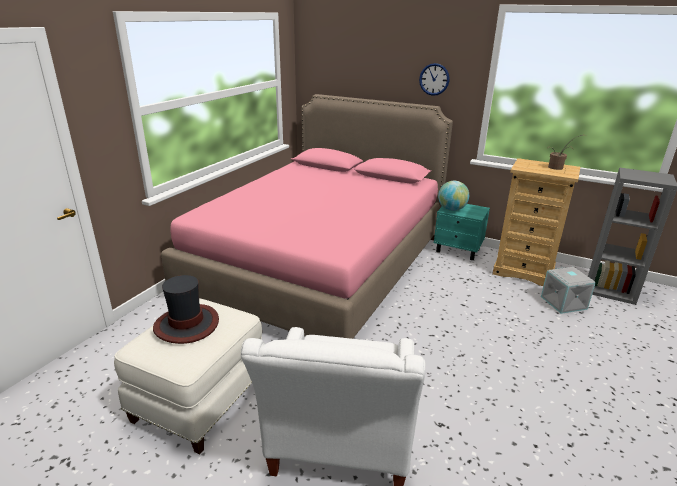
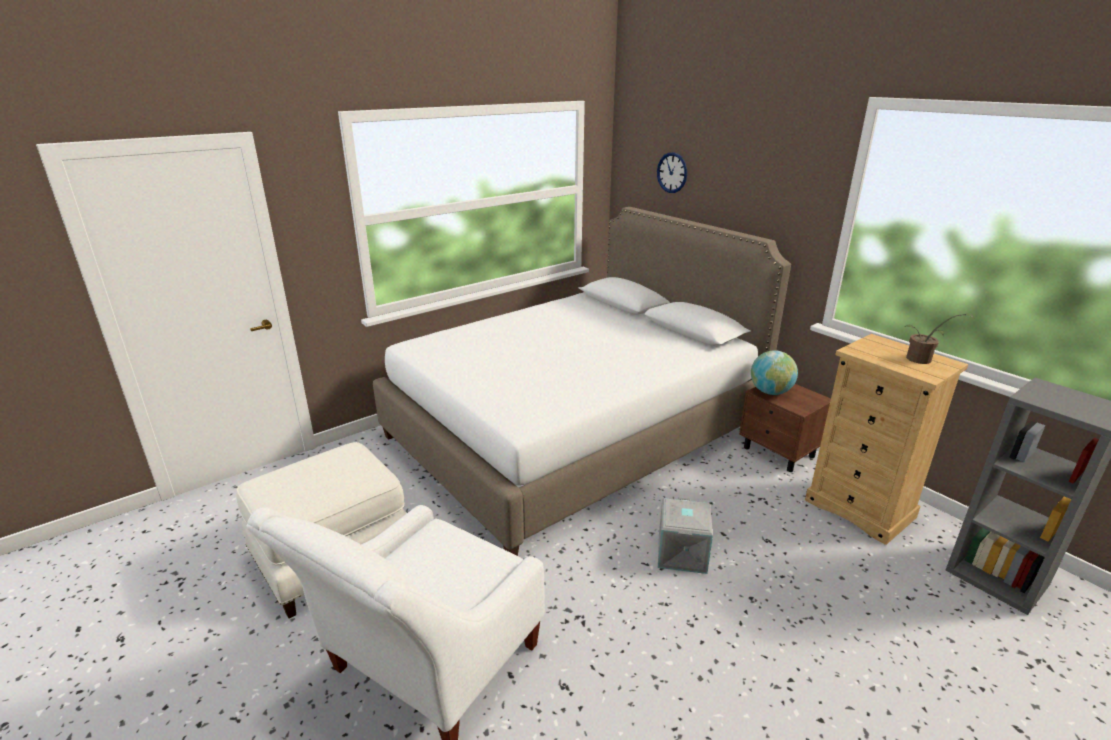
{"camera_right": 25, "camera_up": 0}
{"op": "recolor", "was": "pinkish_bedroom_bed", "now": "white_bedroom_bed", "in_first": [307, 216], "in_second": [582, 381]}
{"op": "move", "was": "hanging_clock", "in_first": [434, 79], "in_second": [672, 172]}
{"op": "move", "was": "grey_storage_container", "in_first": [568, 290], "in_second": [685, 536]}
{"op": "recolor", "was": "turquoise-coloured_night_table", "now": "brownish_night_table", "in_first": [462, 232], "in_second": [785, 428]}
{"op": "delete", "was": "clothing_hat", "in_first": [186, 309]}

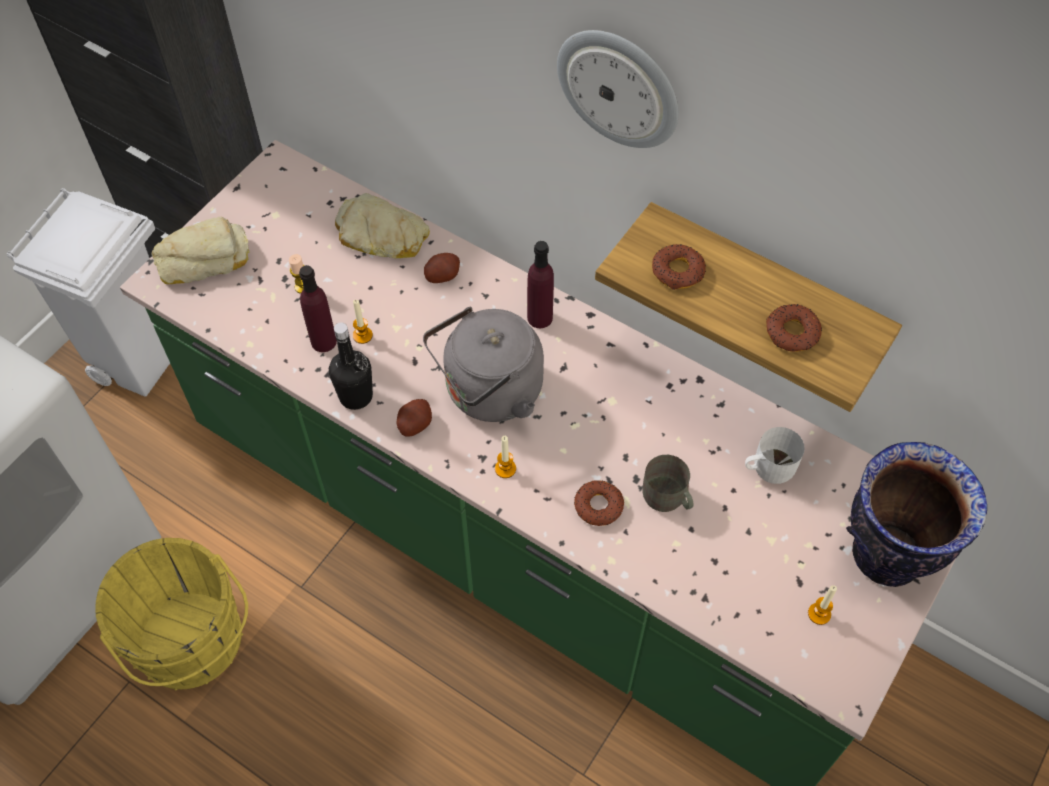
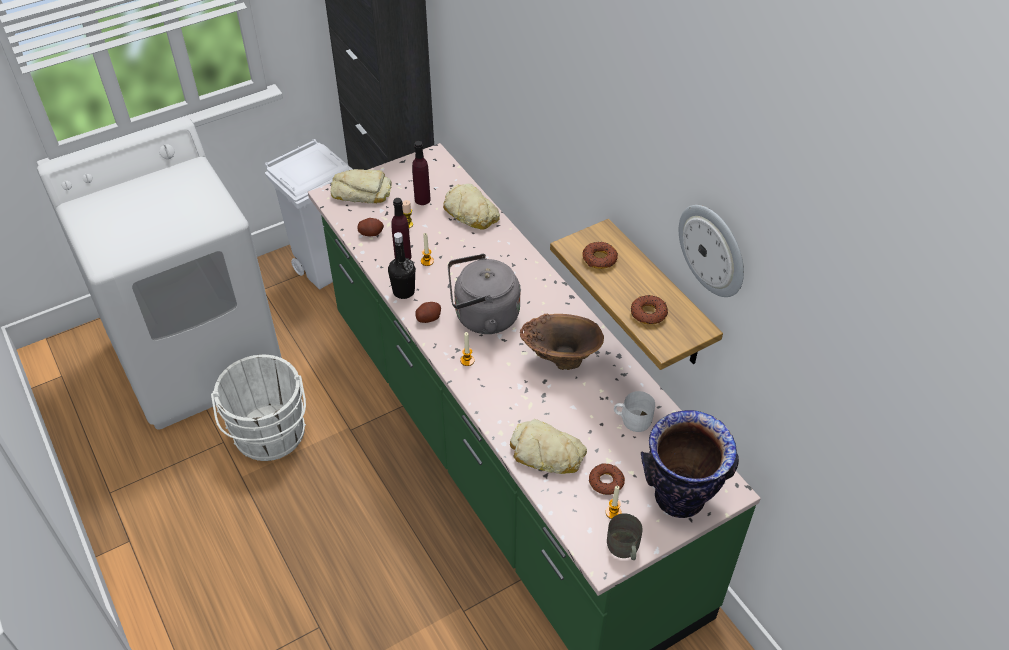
{"camera_right": 25, "camera_up": -10}
{"op": "recolor", "was": "yellow-coloured_pail", "now": "white_pail", "in_first": [171, 614], "in_second": [258, 407]}
{"op": "move", "was": "potato", "in_first": [442, 268], "in_second": [370, 227]}
{"op": "move", "was": "purplish_beverage_bottle", "in_first": [540, 284], "in_second": [421, 173]}
{"op": "insert", "now": "bakery_bread", "in_second": [548, 446]}
{"op": "insert", "now": "brownish_vase", "in_second": [562, 342]}
{"op": "move", "was": "donut", "in_first": [599, 503], "in_second": [607, 479]}
{"op": "move", "was": "grey_coffee_mug", "in_first": [668, 483], "in_second": [625, 536]}
{"op": "move", "was": "hanging_clock", "in_first": [618, 89], "in_second": [711, 251]}

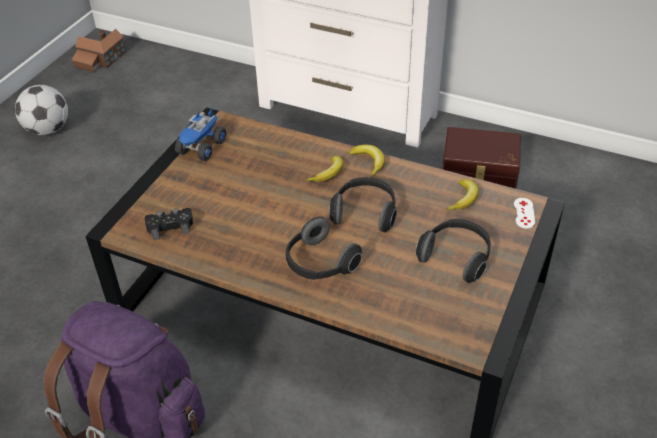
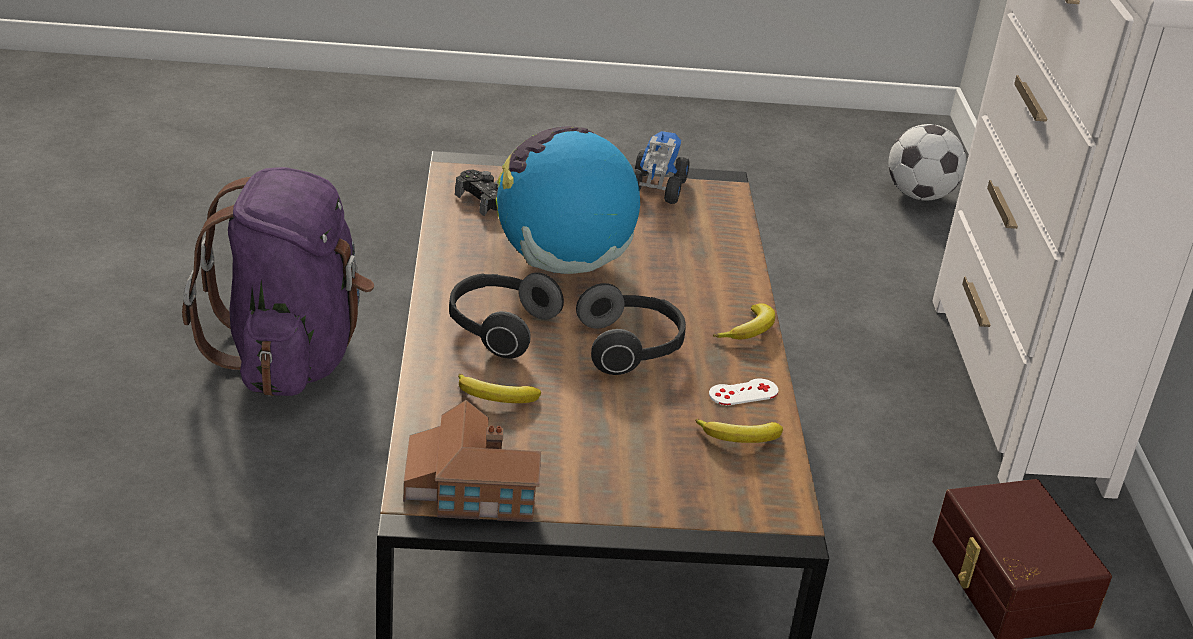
{"camera_right": 60, "camera_up": -10}
{"op": "move", "was": "toy_house", "in_first": [99, 51], "in_second": [472, 461]}
{"op": "move", "was": "banana_fruit", "in_first": [324, 169], "in_second": [499, 388]}
{"op": "insert", "now": "world_globe", "in_second": [567, 200]}
{"op": "rotate", "was": "model_truck", "in_first": [200, 134], "in_second": [661, 167], "clockwise": 105}
{"op": "move", "was": "white_gamepad", "in_first": [524, 213], "in_second": [743, 392]}
{"op": "move", "was": "football_ball", "in_first": [41, 110], "in_second": [927, 162]}
{"op": "delete", "was": "pair_of_headphones", "in_first": [453, 251]}

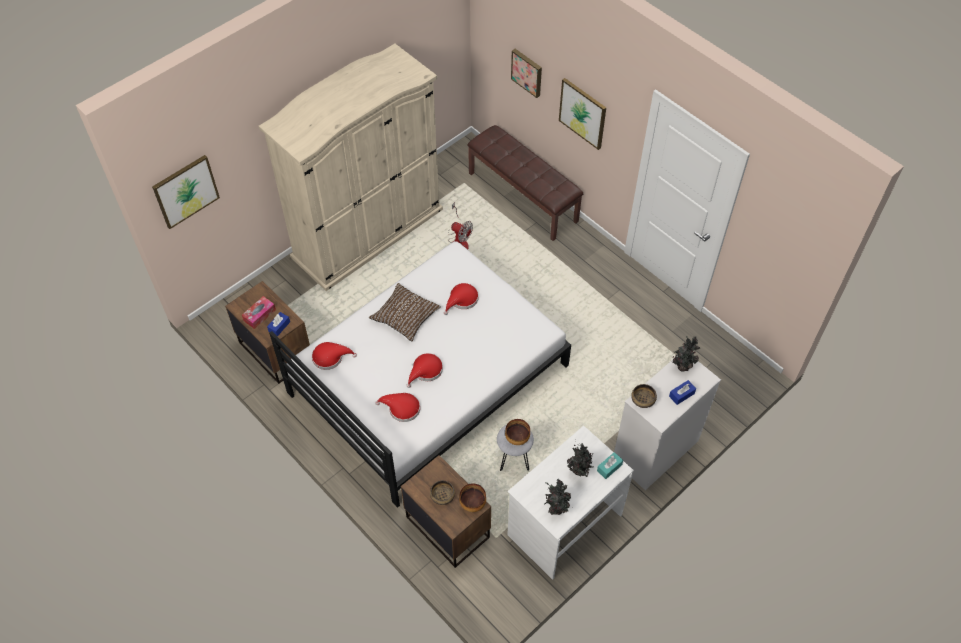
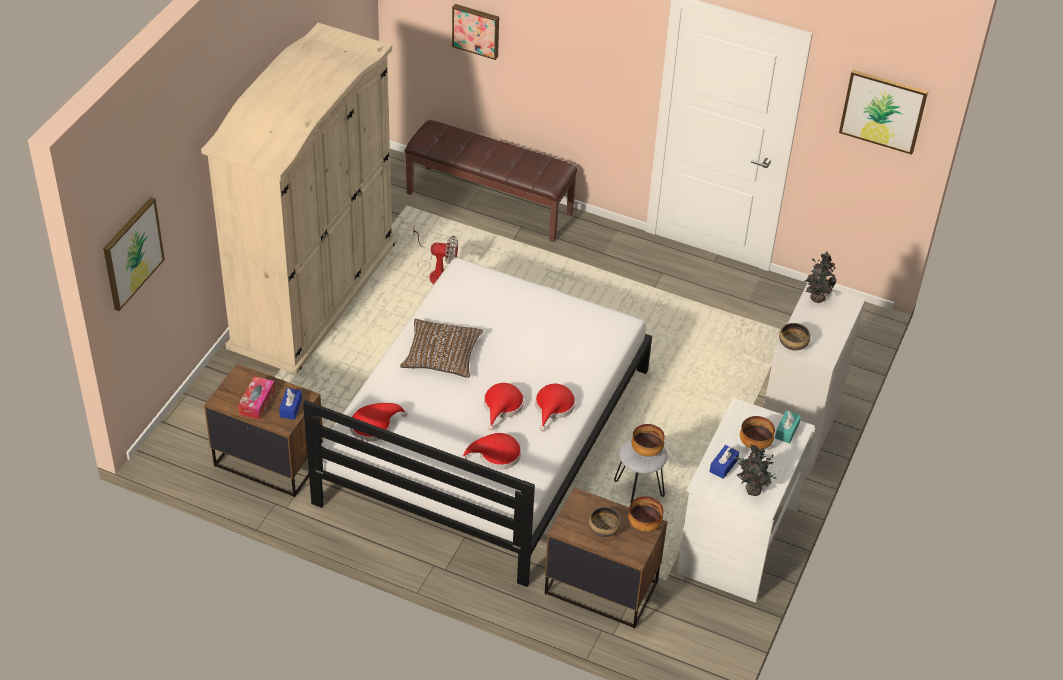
{"camera_right": -25, "camera_up": -10}
{"op": "move", "was": "red-coloured_clothing_hat", "in_first": [461, 299], "in_second": [555, 407]}
{"op": "move", "was": "blue-coloured_tissue_holder", "in_first": [682, 392], "in_second": [724, 462]}
{"op": "replace", "was": "potted_plant", "now": "deep_dish", "in_first": [580, 460], "in_second": [757, 433]}
{"op": "move", "was": "wall_art", "in_first": [582, 114], "in_second": [883, 112]}

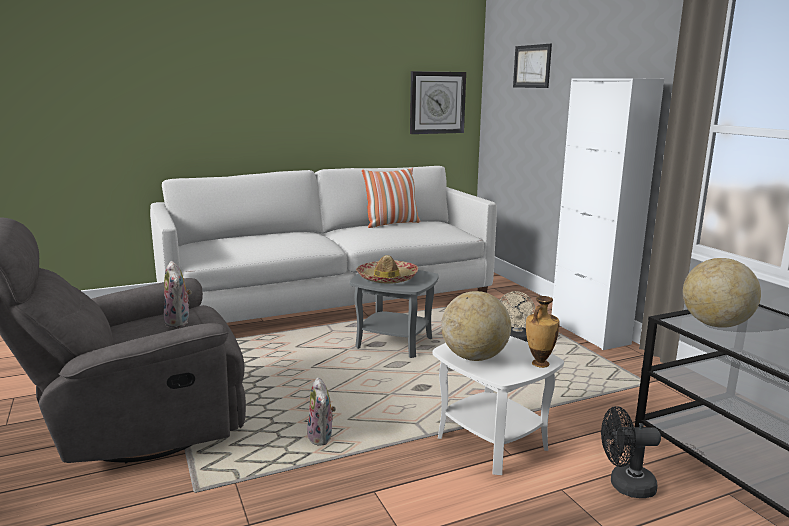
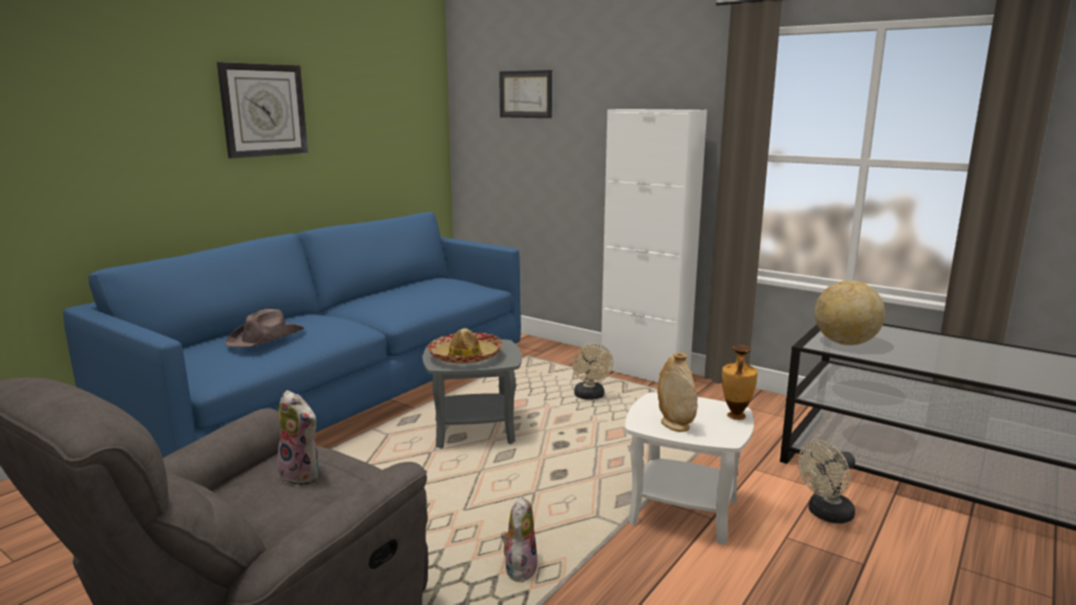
{"camera_right": -30, "camera_up": 0}
{"op": "recolor", "was": "white_sofa", "now": "blue-coloured_sofa", "in_first": [323, 244], "in_second": [292, 335]}
{"op": "move", "was": "hanging_clock", "in_first": [438, 102], "in_second": [262, 110]}
{"op": "insert", "now": "brownish_clothing_hat", "in_second": [265, 328]}
{"op": "rotate", "was": "plush_toy", "in_first": [321, 412], "in_second": [519, 539], "clockwise": -120}
{"op": "replace", "was": "world_globe", "now": "beige_vase", "in_first": [476, 326], "in_second": [677, 392]}
{"op": "recolor", "was": "black-coloured_electric_fan", "now": "beige_electric_fan", "in_first": [631, 452], "in_second": [826, 482]}
{"op": "delete", "was": "pillow", "in_first": [391, 198]}

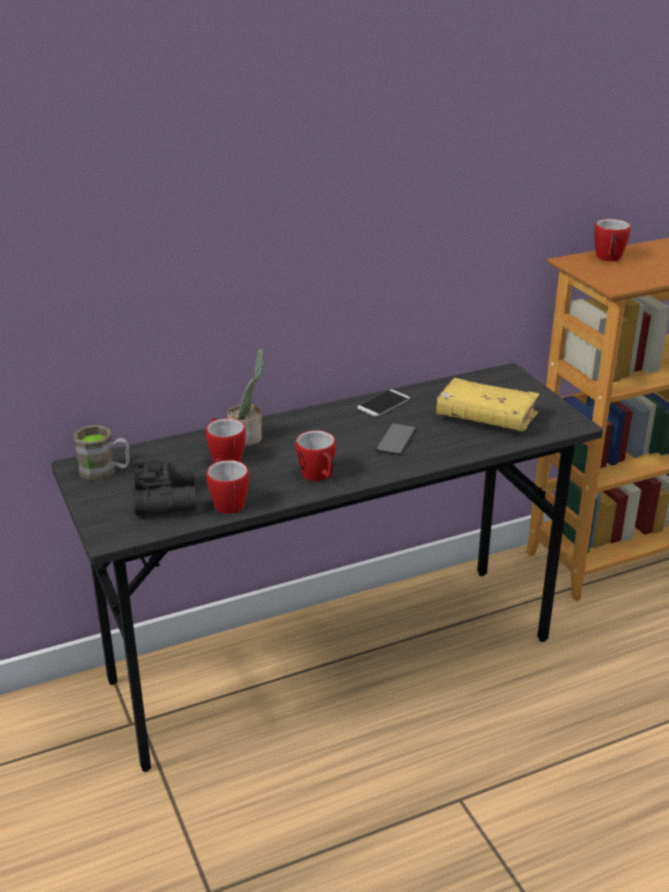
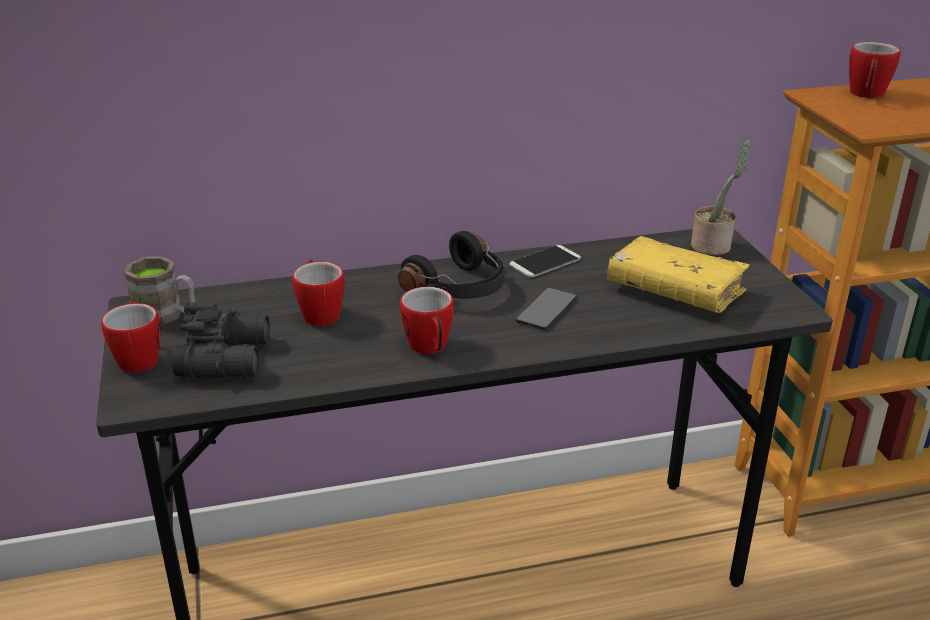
{"camera_right": 10, "camera_up": 0}
{"op": "move", "was": "coffee_mug", "in_first": [227, 486], "in_second": [130, 336]}
{"op": "insert", "now": "black-coloured_pair_of_headphones", "in_second": [451, 265]}
{"op": "move", "was": "potted_plant", "in_first": [245, 397], "in_second": [721, 196]}

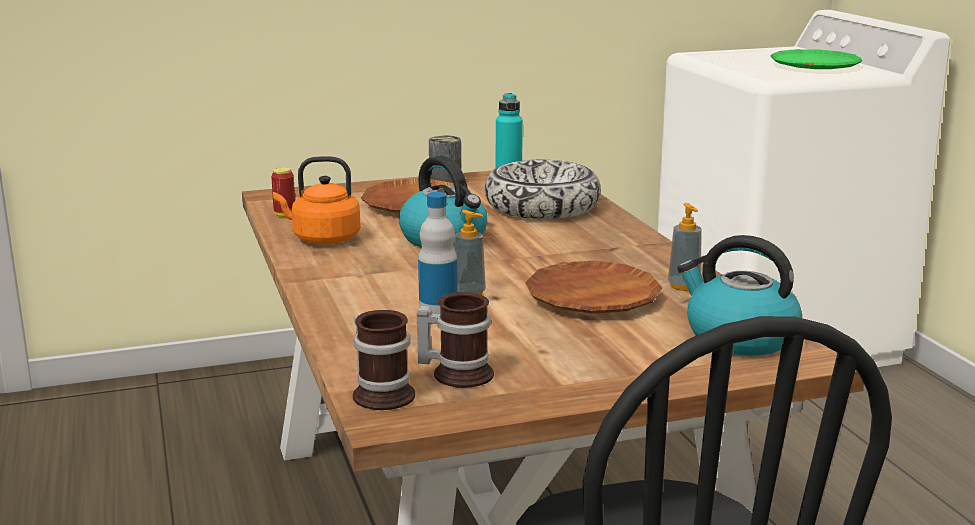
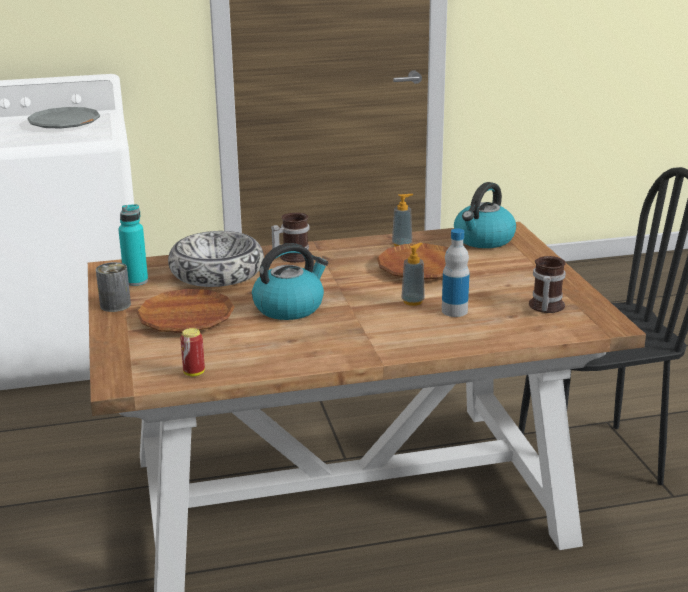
{"camera_right": -85, "camera_up": 5}
{"op": "recolor", "was": "green_flat_dish", "now": "grey_flat_dish", "in_first": [816, 59], "in_second": [63, 118]}
{"op": "move", "was": "coffee_mug", "in_first": [384, 360], "in_second": [291, 238]}
{"op": "delete", "was": "orangey_kettle", "in_first": [317, 200]}

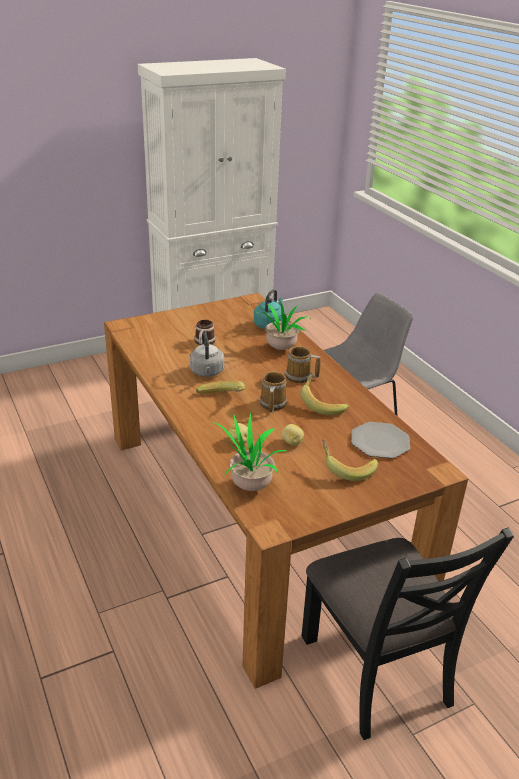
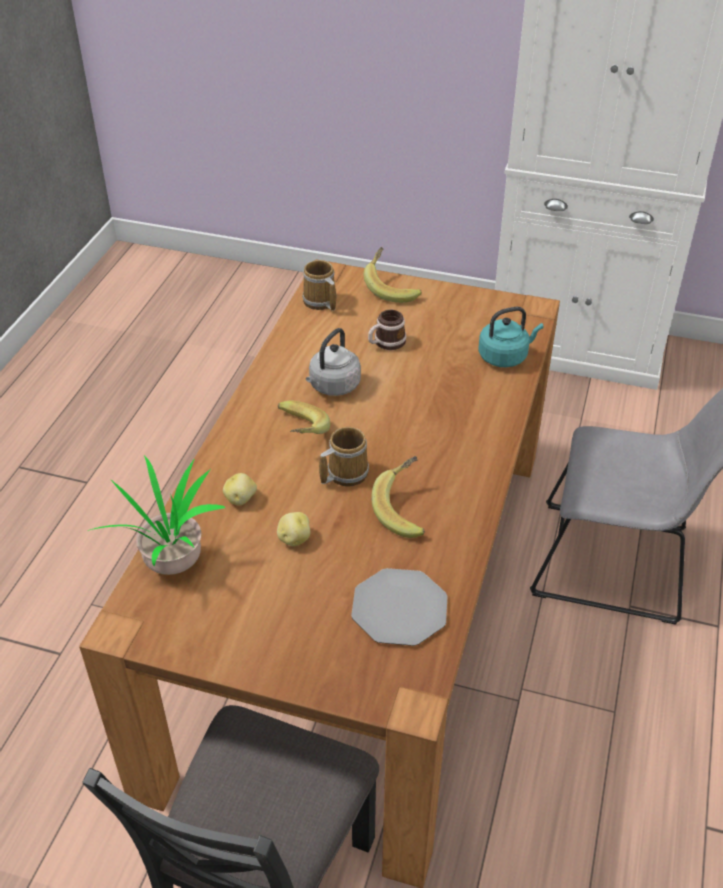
{"camera_right": 45, "camera_up": 10}
{"op": "move", "was": "coffee_mug", "in_first": [303, 364], "in_second": [319, 285]}
{"op": "move", "was": "banana_fruit", "in_first": [350, 460], "in_second": [392, 275]}
{"op": "delete", "was": "potted_plant", "in_first": [280, 325]}

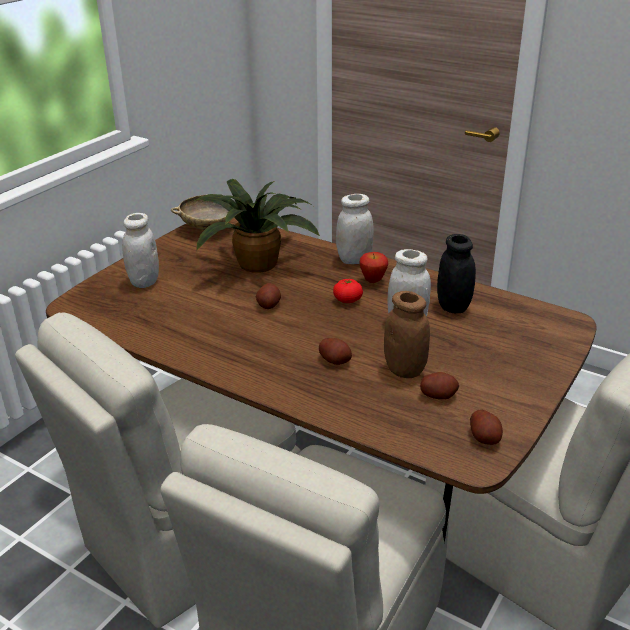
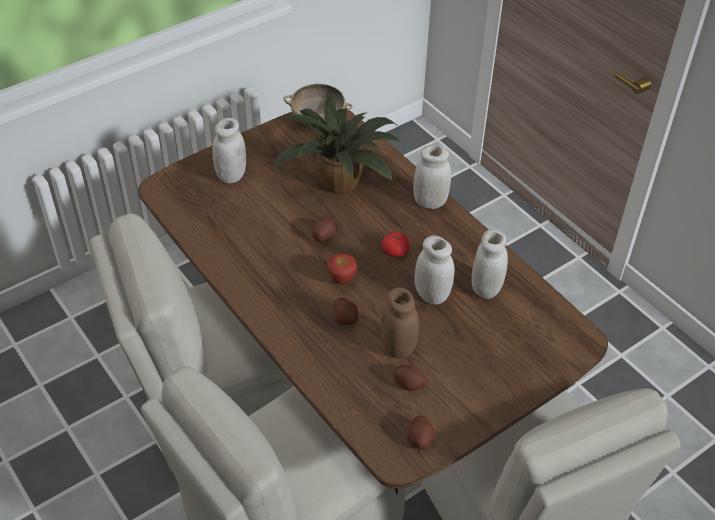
{"camera_right": 20, "camera_up": 15}
{"op": "move", "was": "whole_apple", "in_first": [374, 267], "in_second": [342, 269]}
{"op": "recolor", "was": "black-coloured_jar", "now": "white_jar", "in_first": [456, 273], "in_second": [490, 264]}

